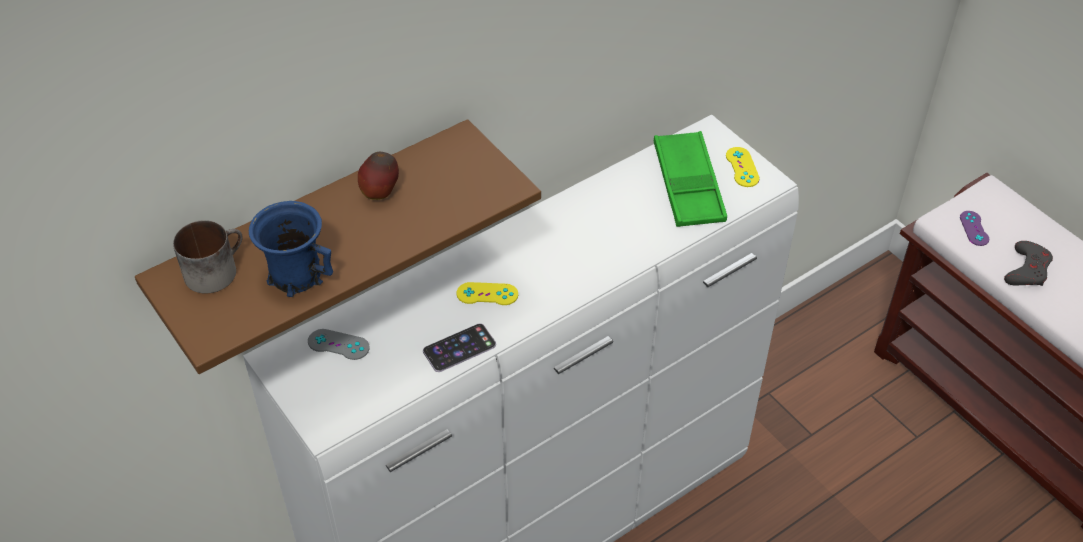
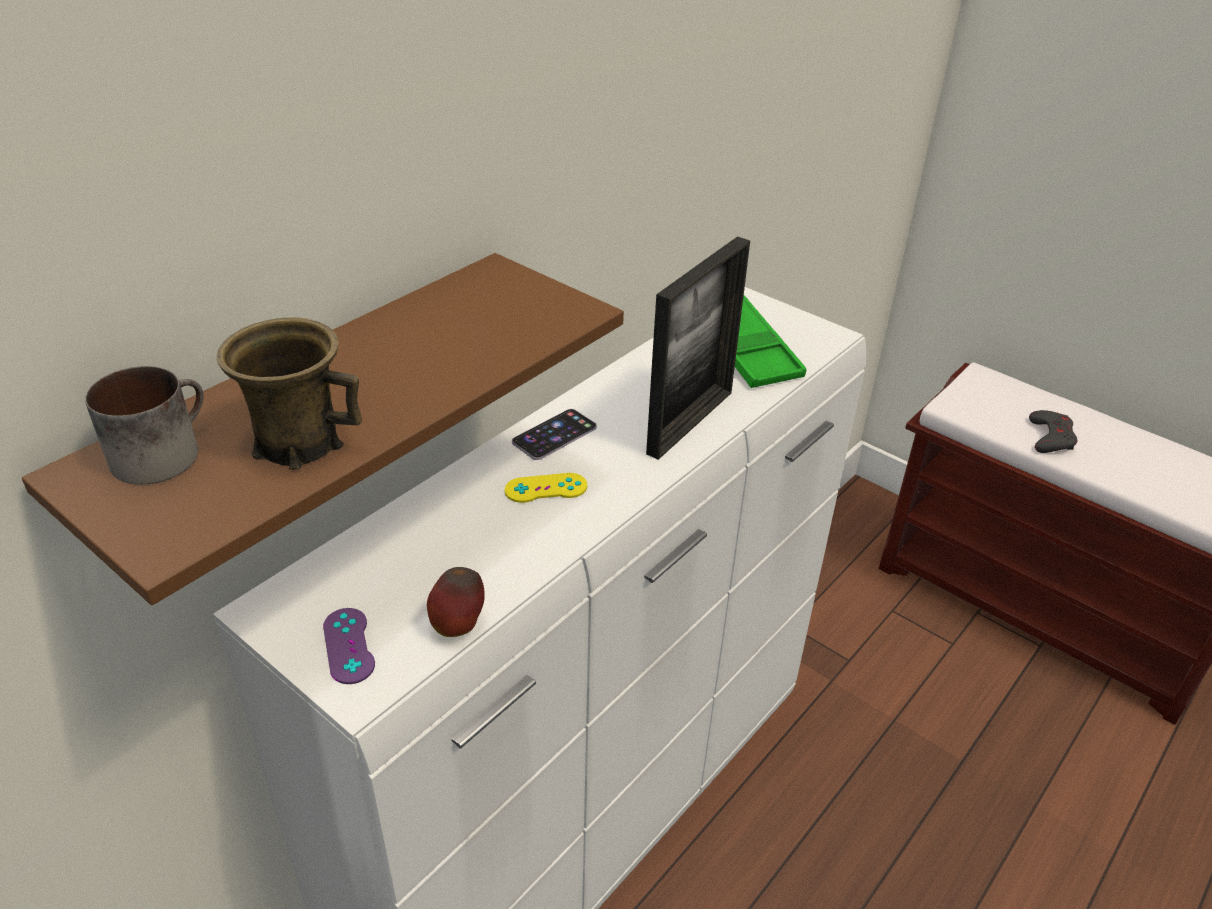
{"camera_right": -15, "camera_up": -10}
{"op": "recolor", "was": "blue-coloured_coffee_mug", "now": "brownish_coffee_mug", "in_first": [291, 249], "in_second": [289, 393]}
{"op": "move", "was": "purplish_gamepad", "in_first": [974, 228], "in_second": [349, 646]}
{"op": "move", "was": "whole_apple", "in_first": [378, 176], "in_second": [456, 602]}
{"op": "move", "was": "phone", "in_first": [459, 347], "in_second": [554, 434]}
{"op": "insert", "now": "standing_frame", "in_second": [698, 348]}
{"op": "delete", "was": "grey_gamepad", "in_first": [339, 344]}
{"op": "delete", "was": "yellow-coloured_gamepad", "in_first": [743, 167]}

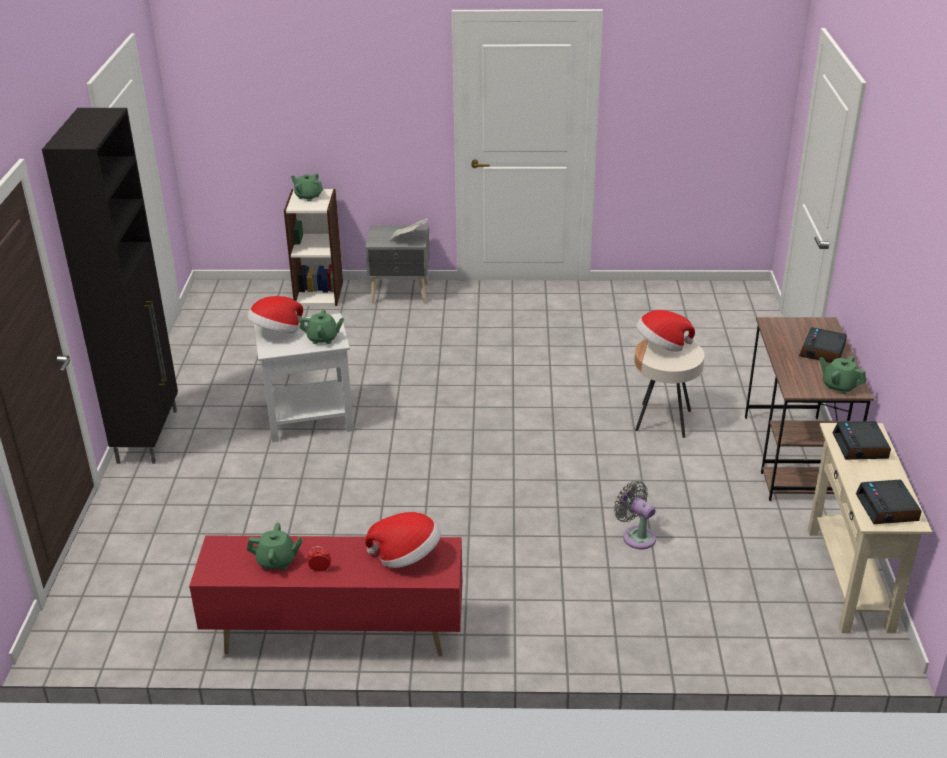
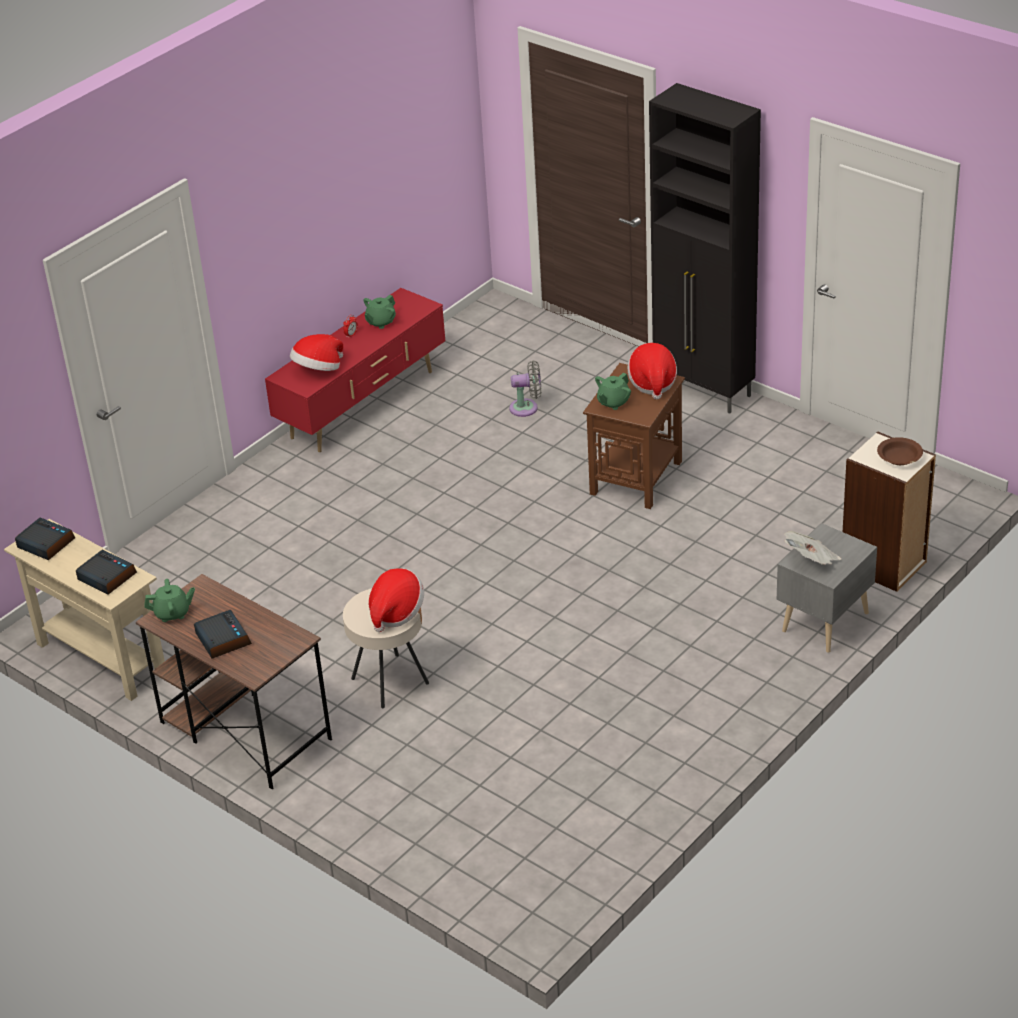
{"camera_right": 130, "camera_up": 5}
{"op": "move", "was": "grey_electric_fan", "in_first": [635, 515], "in_second": [525, 388]}
{"op": "recolor", "was": "white_side_table", "now": "brownish_side_table", "in_first": [304, 377], "in_second": [634, 436]}
{"op": "replace", "was": "green_teapot", "now": "brownish_deep_dish", "in_first": [307, 187], "in_second": [900, 451]}

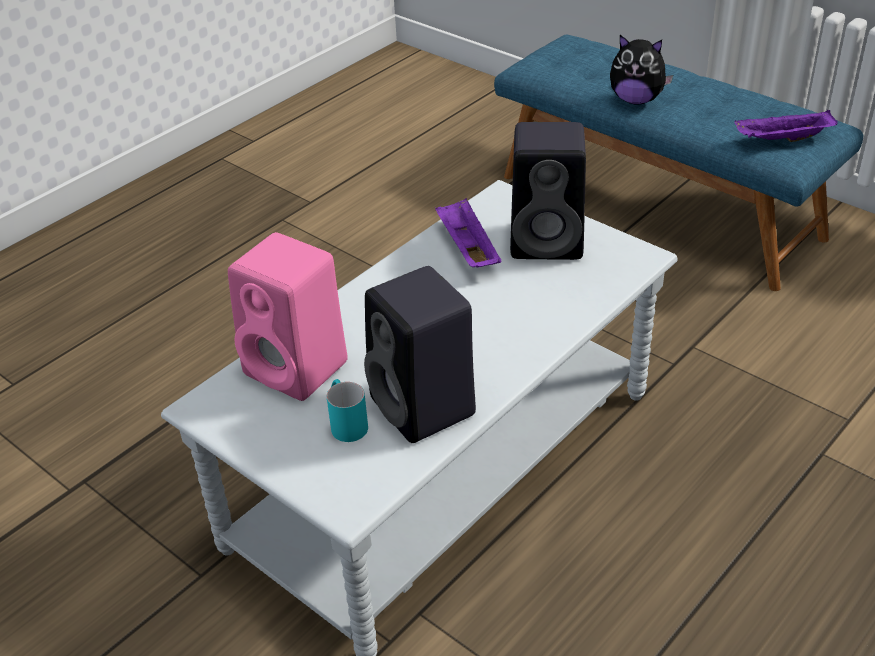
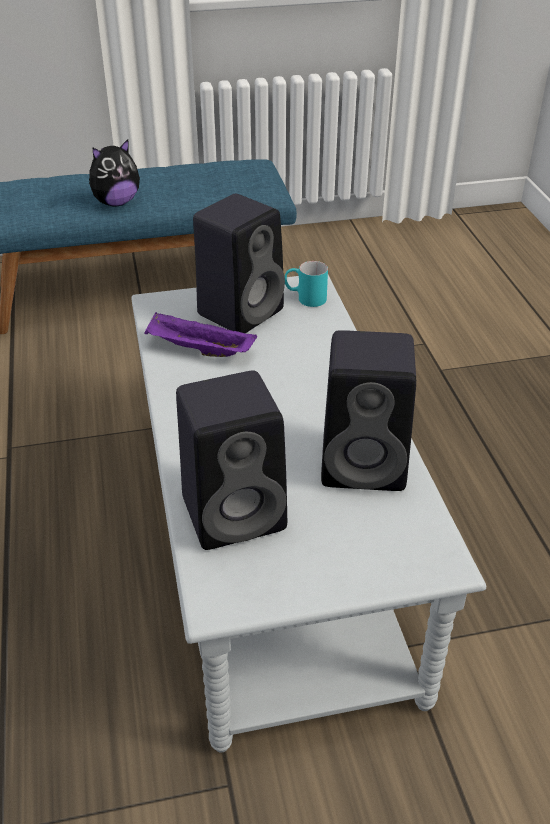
{"camera_right": -55, "camera_up": 0}
{"op": "recolor", "was": "pinkish_speaker", "now": "black-coloured_speaker", "in_first": [288, 316], "in_second": [231, 460]}
{"op": "move", "was": "turquoise-coloured_coffee_mug", "in_first": [347, 410], "in_second": [306, 284]}
{"op": "delete", "was": "purplish_tray", "in_first": [786, 126]}

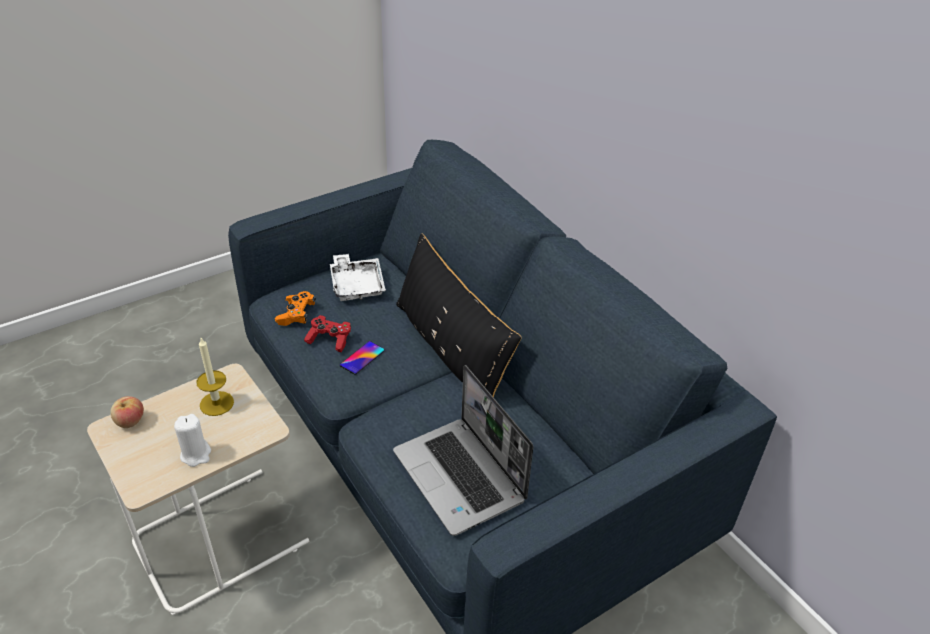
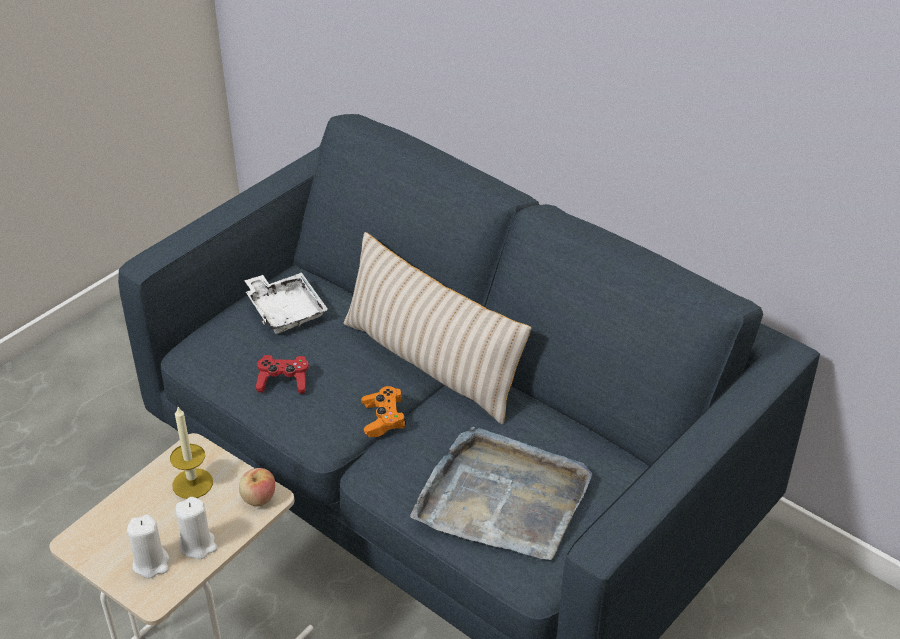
{"camera_right": -15, "camera_up": 0}
{"op": "insert", "now": "white_wax_light", "in_second": [148, 546]}
{"op": "move", "was": "whole_apple", "in_first": [127, 412], "in_second": [257, 487]}
{"op": "recolor", "was": "black-coloured_pillow", "now": "beige_pillow", "in_first": [459, 315], "in_second": [438, 328]}
{"op": "move", "was": "orangey_gamepad", "in_first": [295, 308], "in_second": [383, 411]}
{"op": "replace", "was": "laptop", "now": "grey_tray", "in_first": [463, 450], "in_second": [501, 493]}
{"op": "delete", "was": "phone", "in_first": [362, 357]}

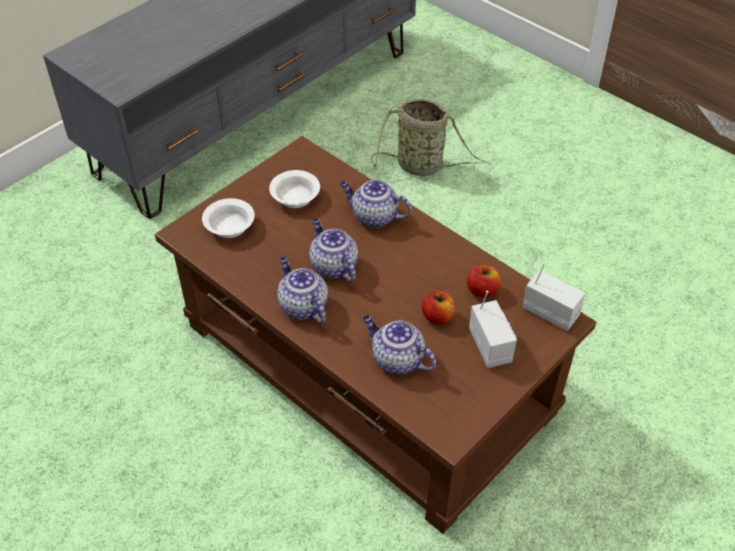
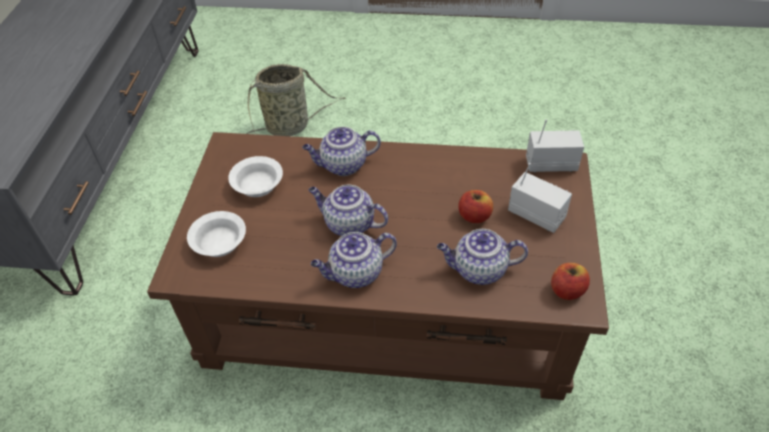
{"camera_right": -35, "camera_up": 0}
{"op": "rotate", "was": "teapot", "in_first": [302, 290], "in_second": [354, 260], "clockwise": -45}
{"op": "move", "was": "whole_apple", "in_first": [484, 281], "in_second": [570, 281]}

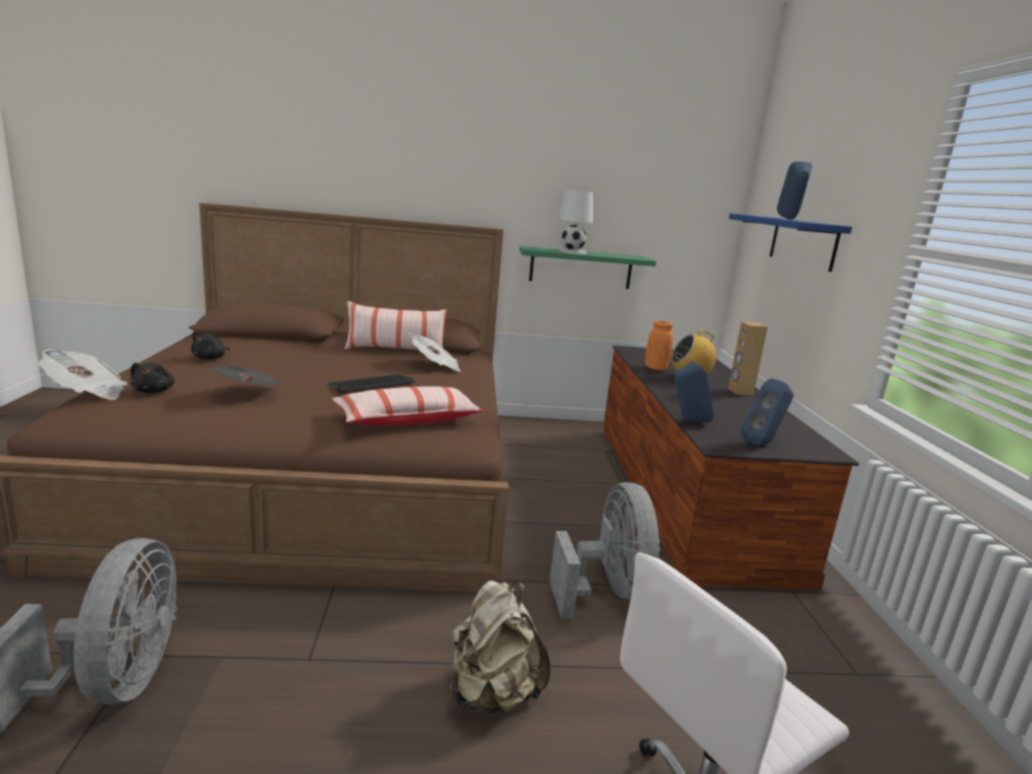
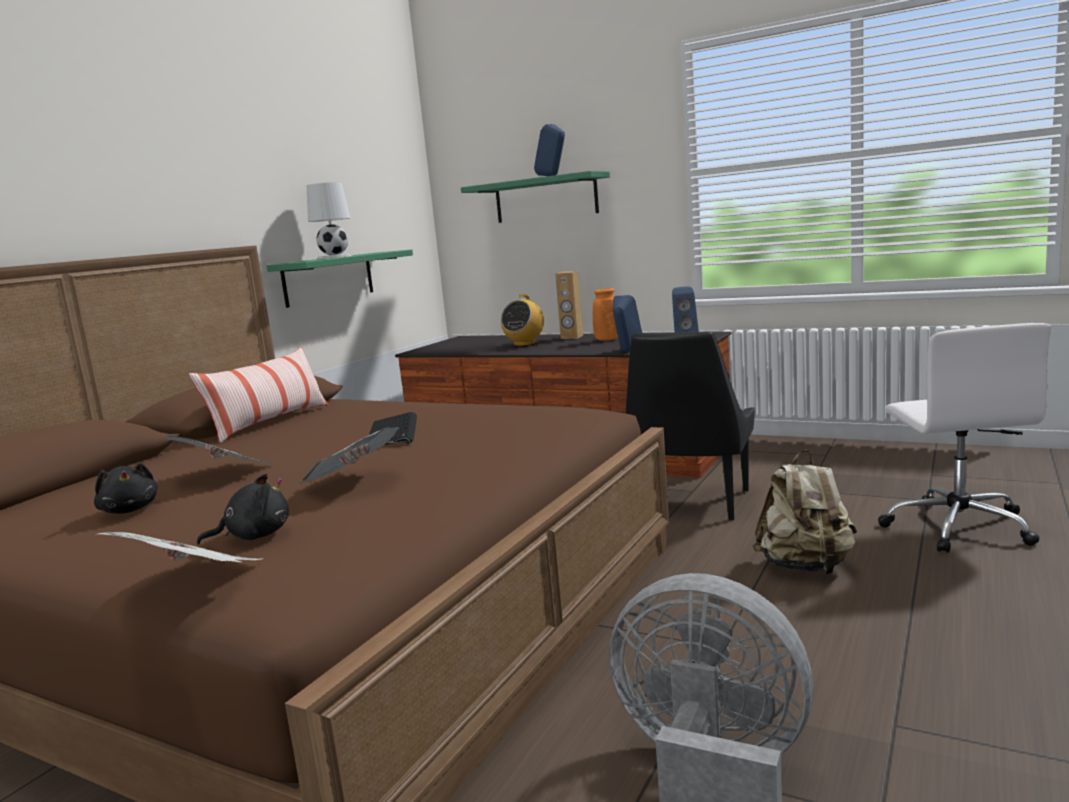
{"camera_right": -55, "camera_up": -5}
{"op": "move", "was": "newspaper", "in_first": [435, 352], "in_second": [220, 449]}
{"op": "rotate", "was": "black-coloured_plush_toy", "in_first": [152, 377], "in_second": [243, 509], "clockwise": -45}
{"op": "recolor", "was": "blue-coloured_shelf", "now": "green_shelf", "in_first": [790, 242], "in_second": [535, 197]}
{"op": "move", "was": "orangey_vase", "in_first": [659, 345], "in_second": [605, 314]}
{"op": "replace", "was": "grey_electric_fan", "now": "black-coloured_chair", "in_first": [605, 550], "in_second": [690, 426]}
{"op": "delete", "was": "pillow", "in_first": [407, 406]}

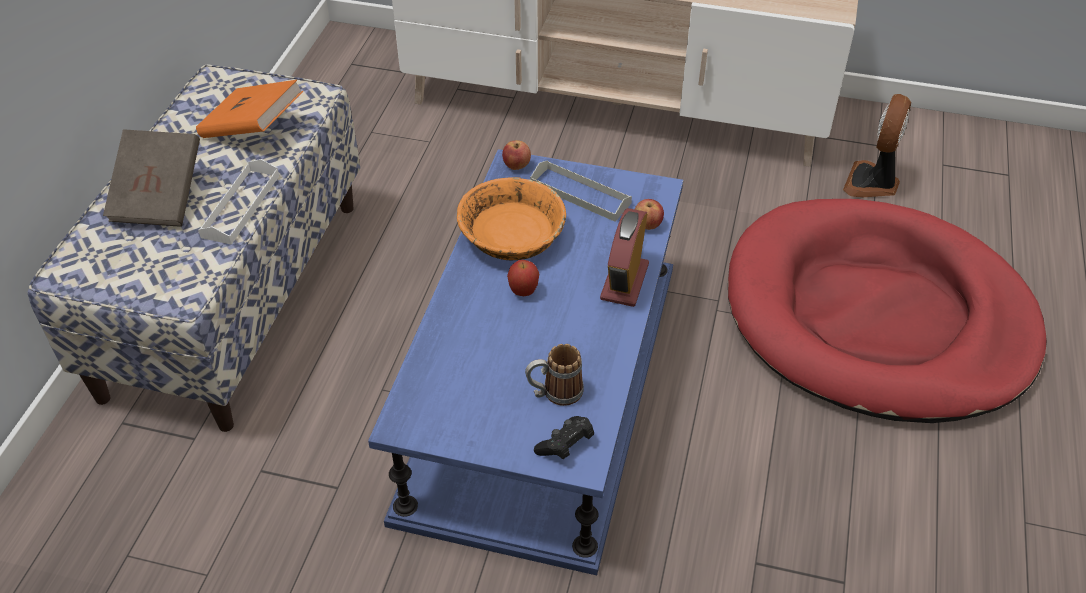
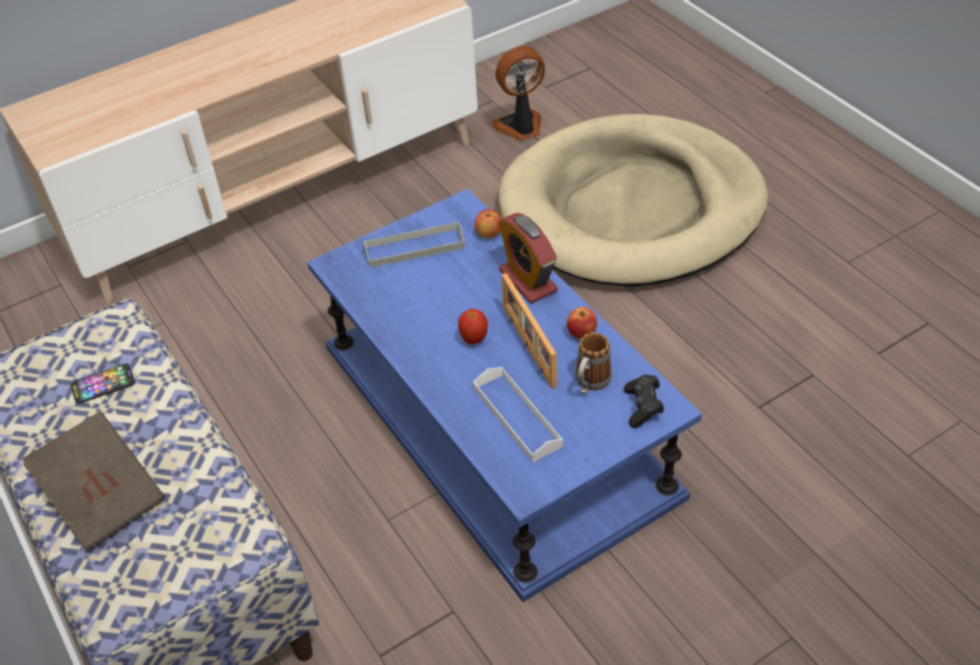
{"camera_right": -45, "camera_up": 0}
{"op": "replace", "was": "orangey_bound_book", "now": "phone", "in_first": [249, 109], "in_second": [103, 383]}
{"op": "move", "was": "white_tray", "in_first": [238, 202], "in_second": [518, 414]}
{"op": "rotate", "was": "electric_fan", "in_first": [877, 145], "in_second": [518, 93], "clockwise": 90}
{"op": "recolor", "was": "red-coloured_dog_bed", "now": "beige_dog_bed", "in_first": [887, 311], "in_second": [633, 200]}
{"op": "insert", "now": "standing_frame", "in_second": [529, 331]}
{"op": "move", "was": "whole_apple", "in_first": [516, 155], "in_second": [582, 323]}
{"op": "delete", "was": "orangey_deep_dish", "in_first": [511, 218]}

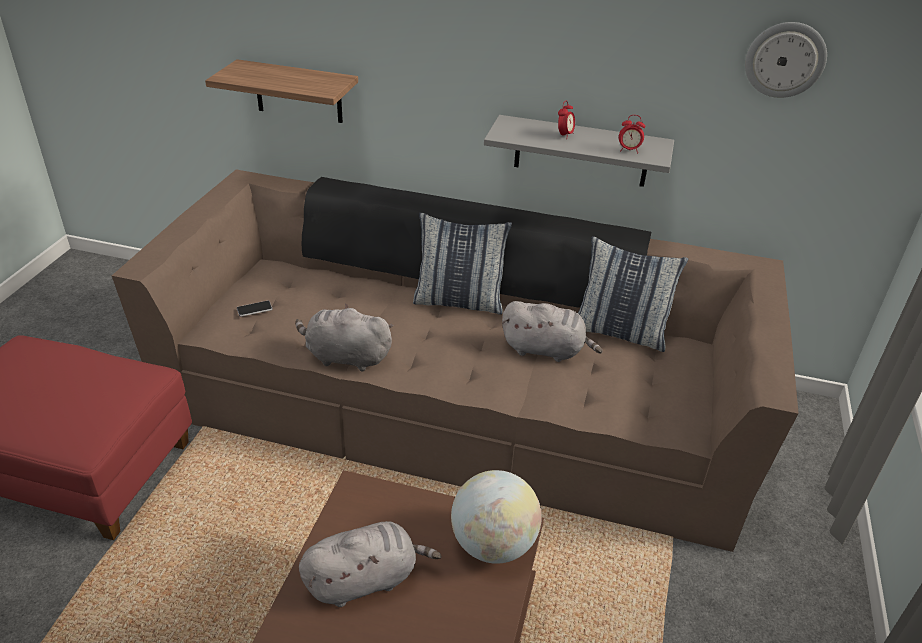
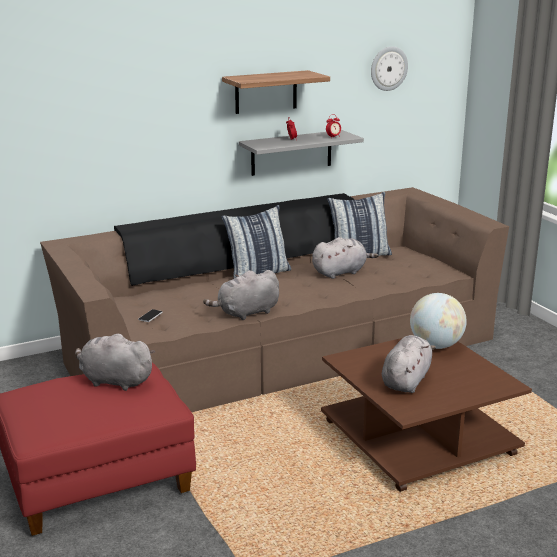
{"camera_right": -40, "camera_up": -15}
{"op": "insert", "now": "grey_plush_toy", "in_second": [115, 362]}
{"op": "move", "was": "shelf", "in_first": [281, 91], "in_second": [276, 92]}

